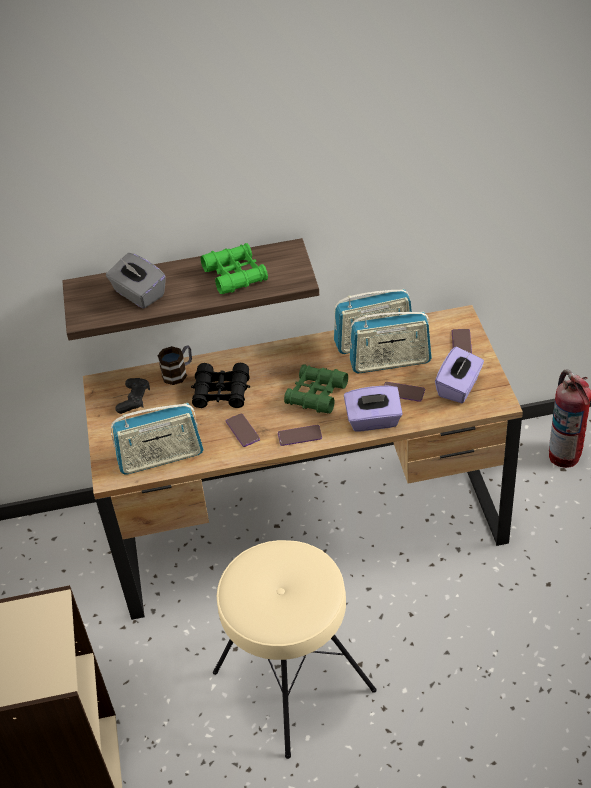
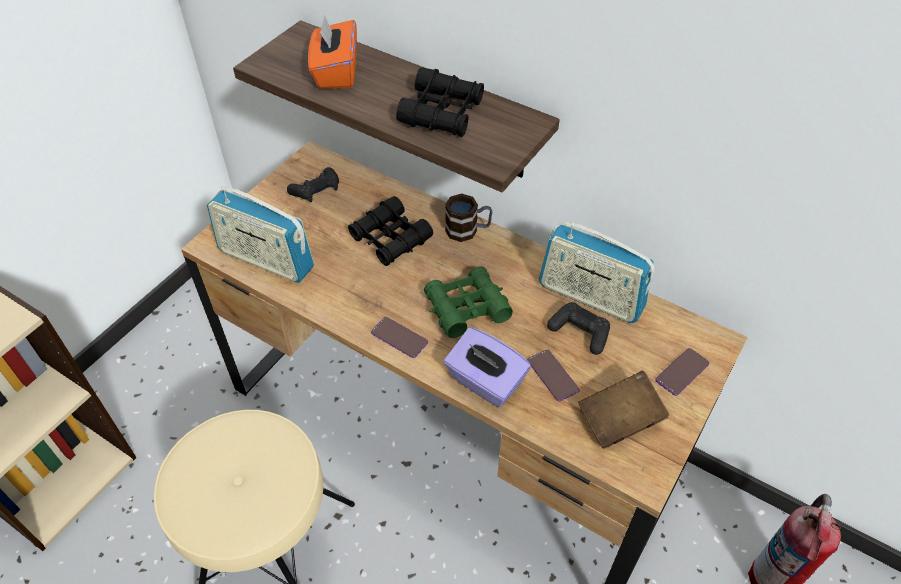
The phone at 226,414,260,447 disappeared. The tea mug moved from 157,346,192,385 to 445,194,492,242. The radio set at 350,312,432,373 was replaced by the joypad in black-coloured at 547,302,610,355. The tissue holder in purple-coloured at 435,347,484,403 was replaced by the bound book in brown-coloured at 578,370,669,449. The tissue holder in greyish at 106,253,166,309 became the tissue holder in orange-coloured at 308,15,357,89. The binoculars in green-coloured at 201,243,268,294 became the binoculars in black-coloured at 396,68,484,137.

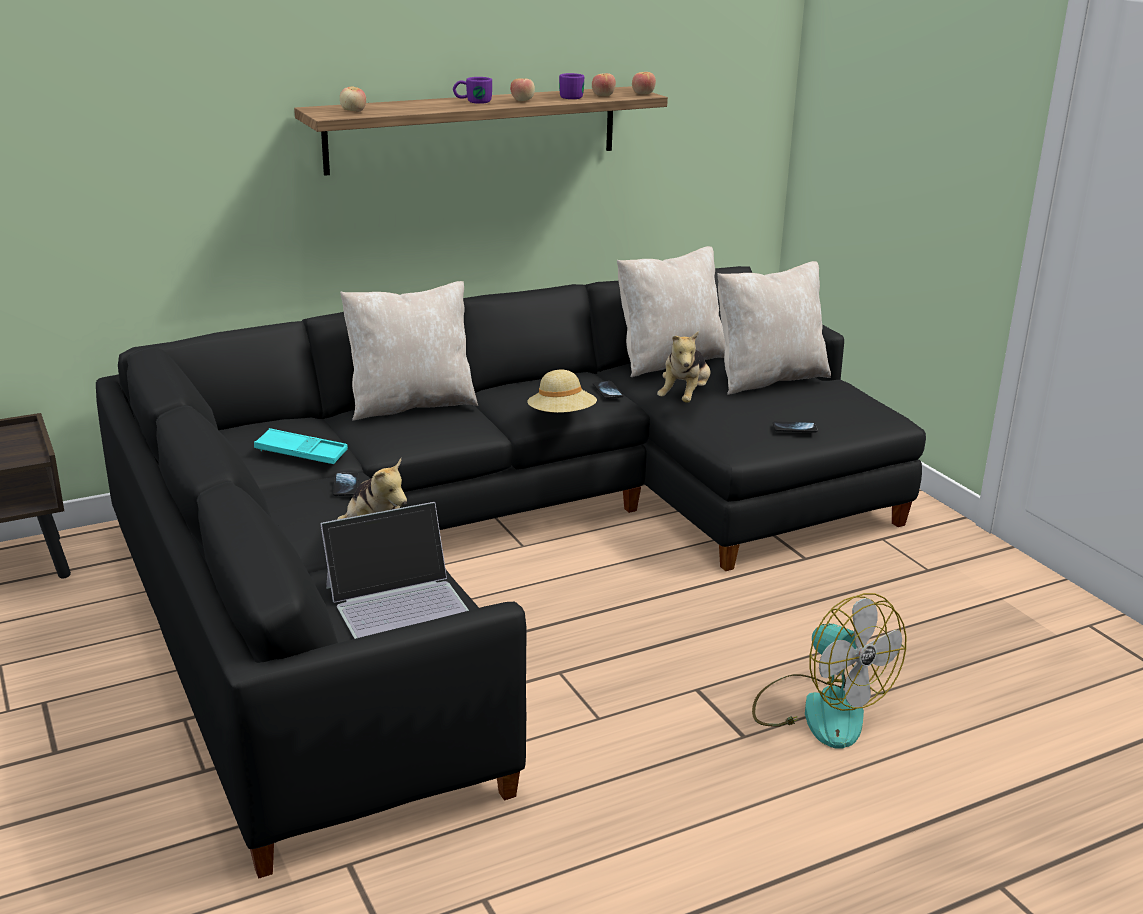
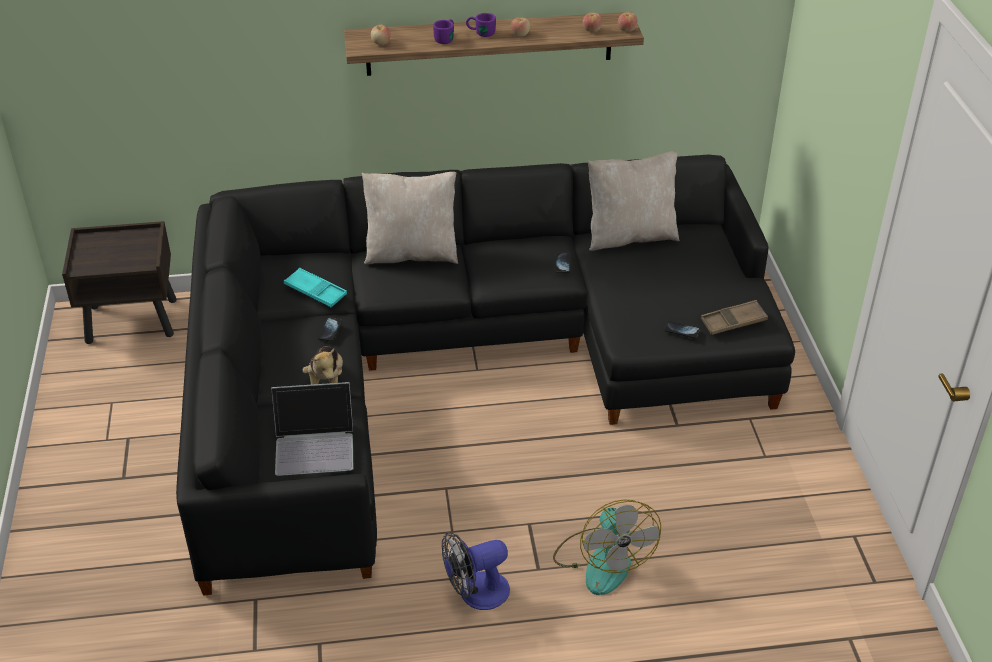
The wearable hat in sand-coloured at 527,370,597,413 disappeared. The plush toy at 657,331,710,403 disappeared. The cushion in sand-coloured at 718,261,831,395 disappeared. The cooling fan at 442,532,510,610 appeared. The serving tray in brown-coloured at 701,300,768,335 appeared. The tea mug in purple-coloured moved from 559,73,584,99 to 433,19,454,44.

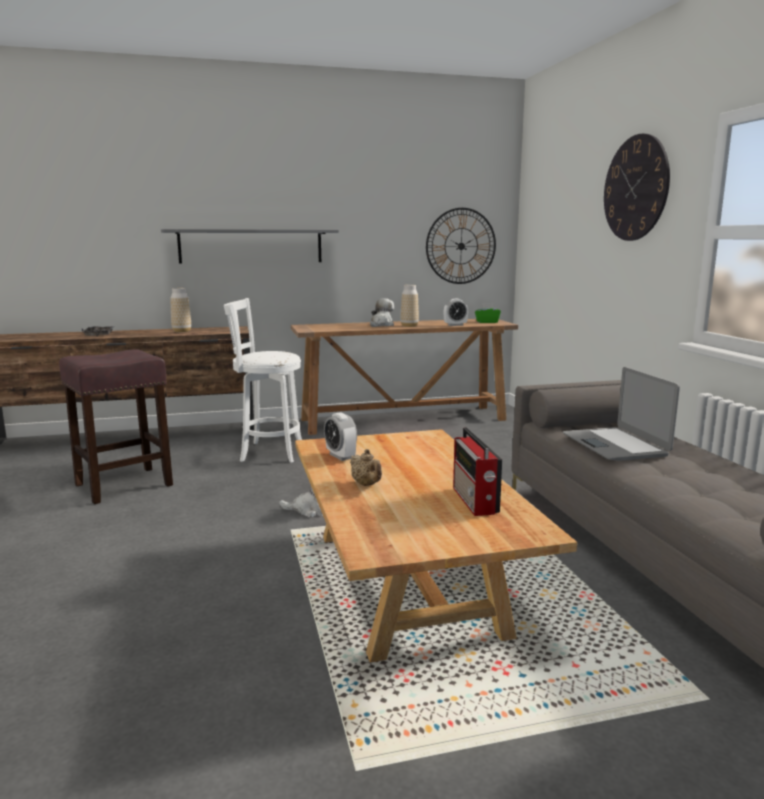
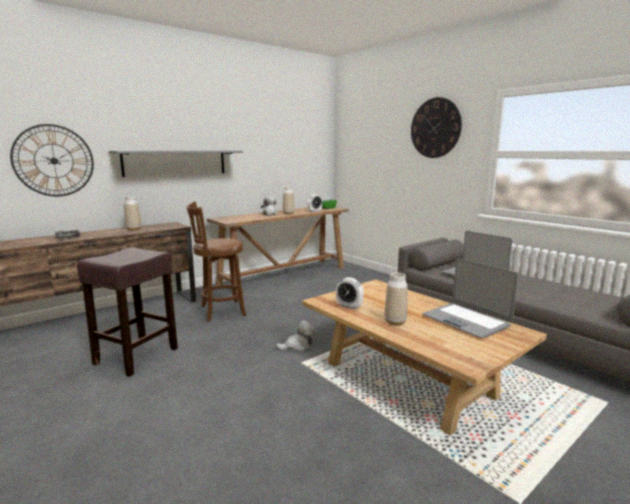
The hanging clock moved from 426,208,496,284 to 10,124,94,197. The tea pot in sand-coloured at 350,449,382,486 was replaced by the decorative vase at 384,273,408,326. The radio set at 453,427,502,516 was replaced by the notebook computer at 422,258,519,338. The sitting stool in white-coloured at 224,298,302,463 became the sitting stool in brown-coloured at 186,201,247,322.

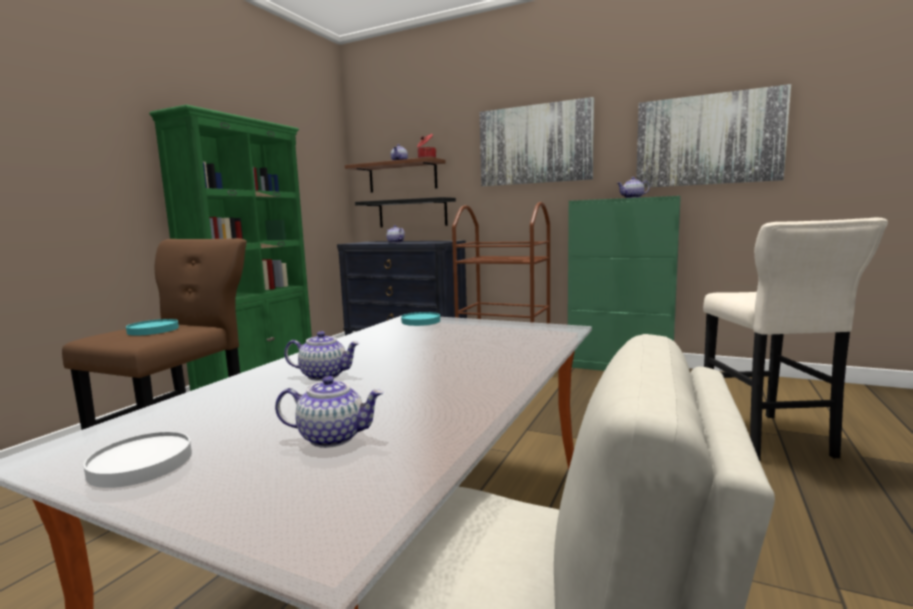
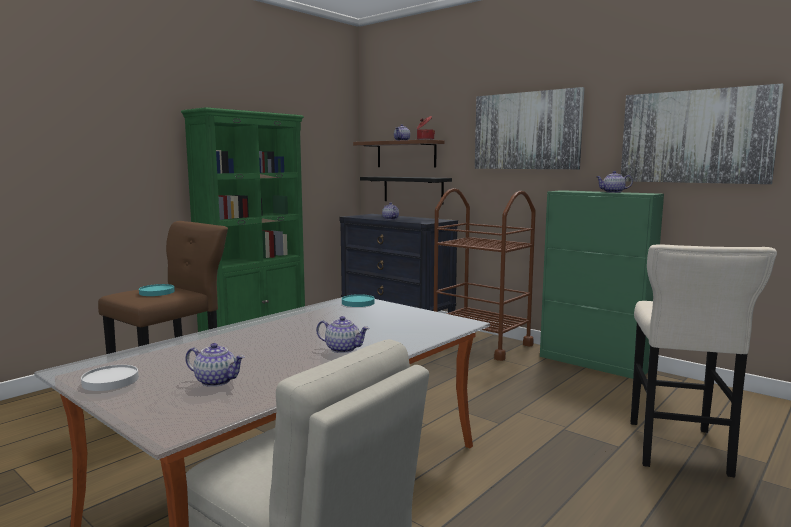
The tea pot moved from 284,331,360,381 to 316,316,369,353.

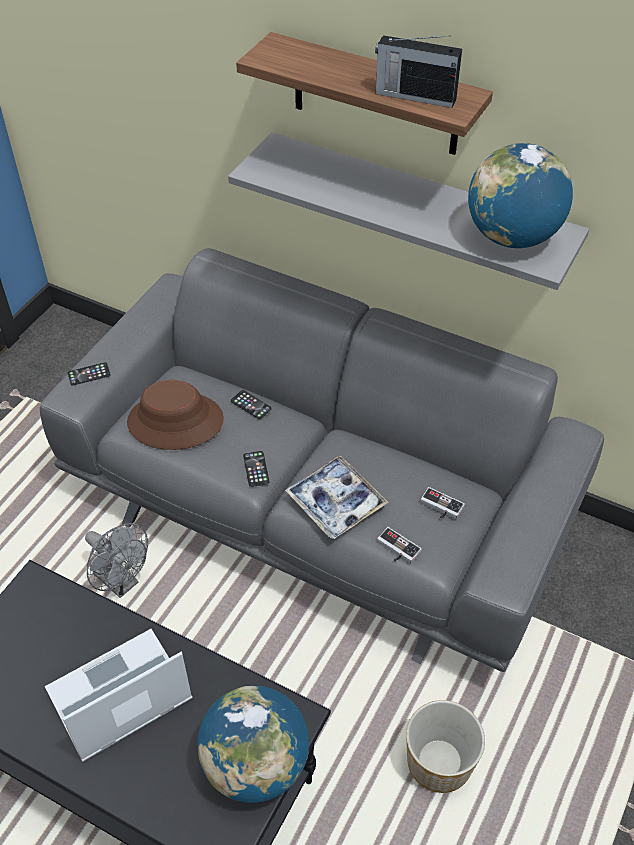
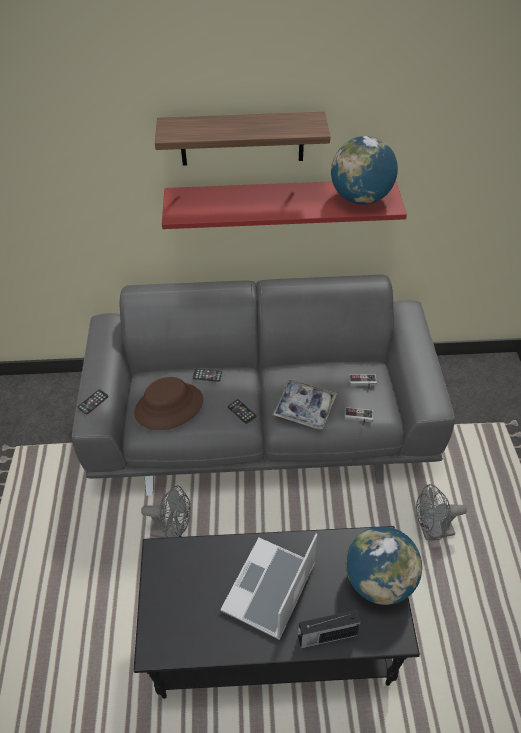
The radio set moved from 375,35,462,108 to 297,610,361,649. The flower pot at 406,700,485,793 was replaced by the cooling fan in greyish at 416,484,467,540. The wall shelf in greyish at 228,132,589,290 became the wall shelf in red at 162,181,407,229.

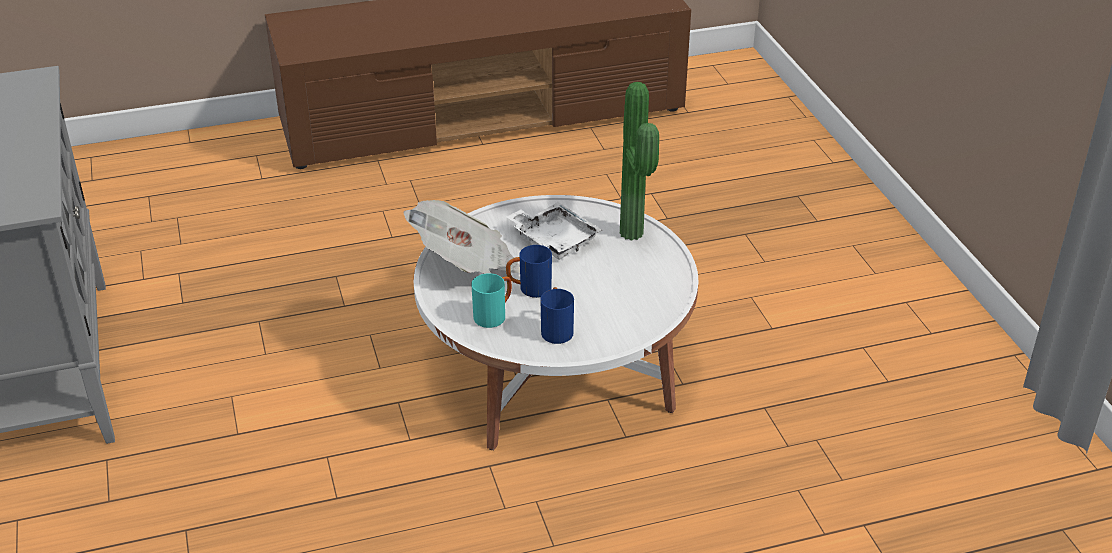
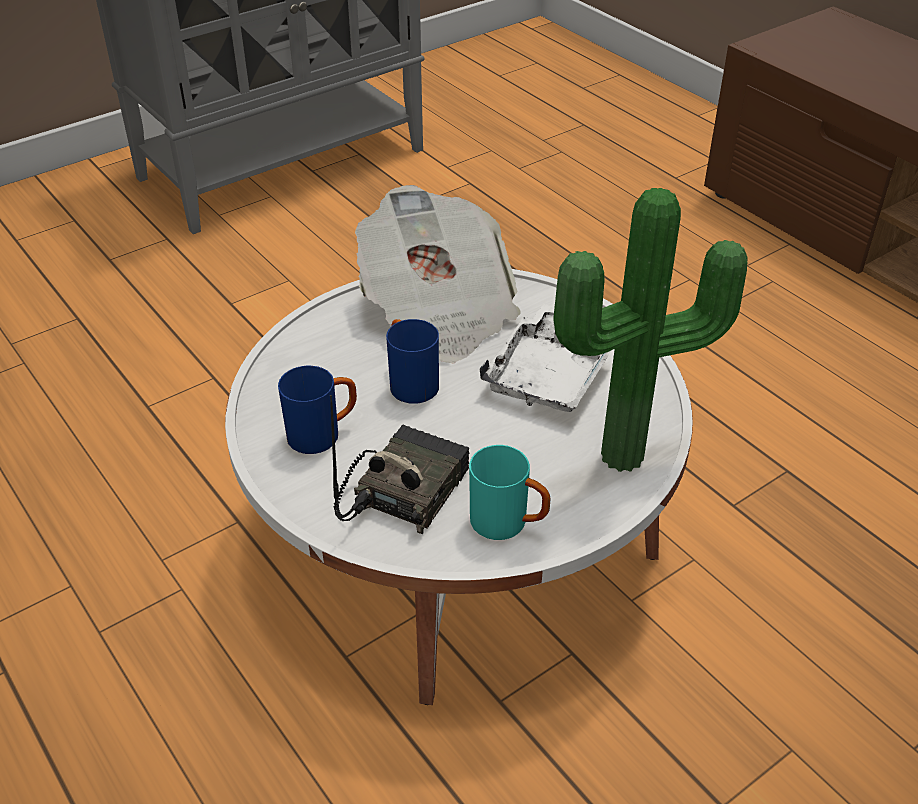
The radio set at 330,395,469,534 appeared. The tea mug in turquoise moved from 471,273,512,328 to 469,445,550,540.

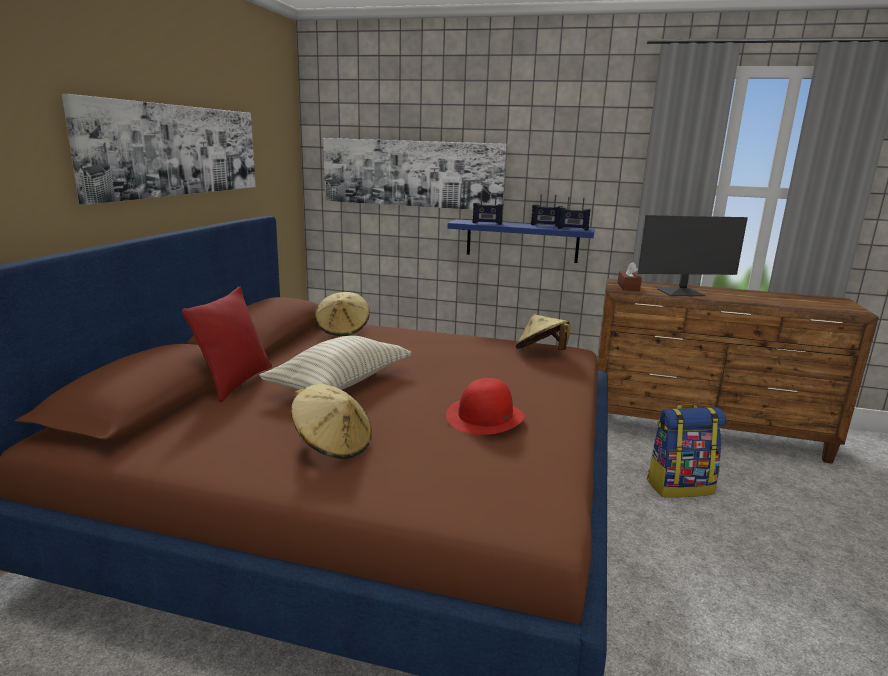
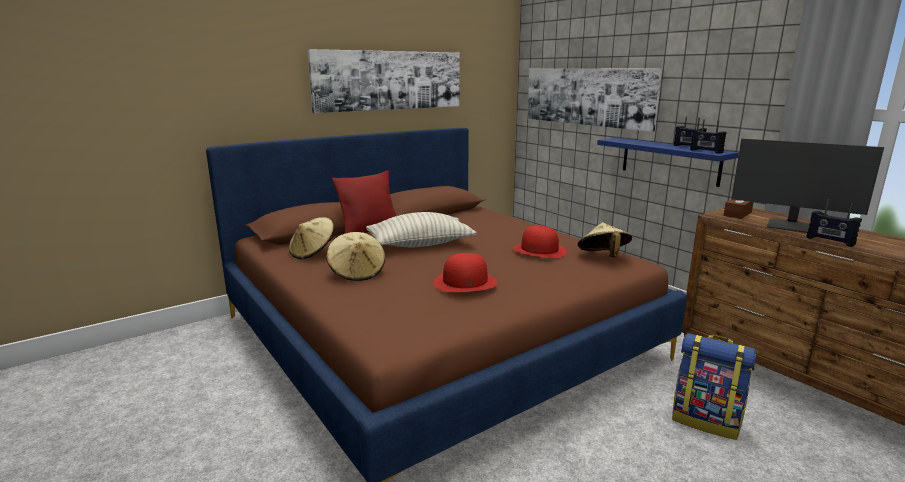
The wearable hat in red at 513,225,567,258 appeared. The wearable hat in sand-coloured moved from 315,292,370,336 to 289,217,334,259. The radio set moved from 473,192,503,225 to 806,199,862,247.

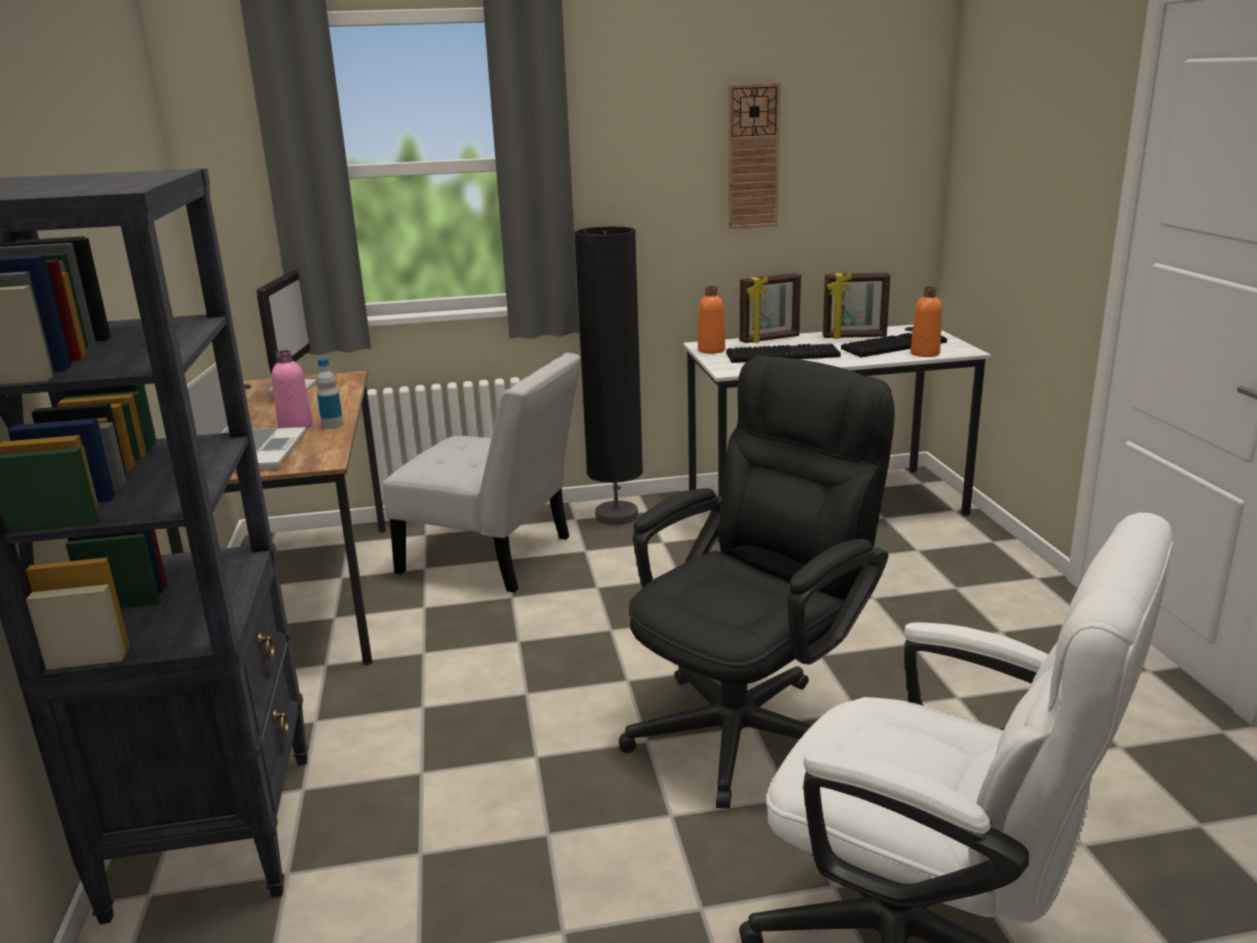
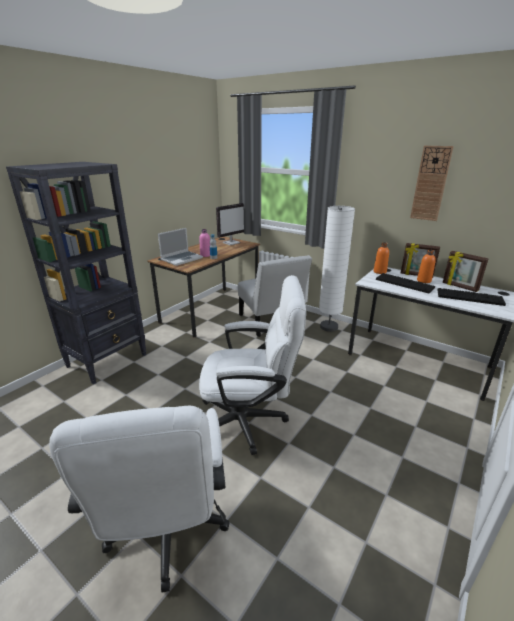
The beverage bottle in orange-coloured moved from 911,287,942,357 to 417,250,436,283. The standard lamp in black-coloured at 574,226,643,525 became the standard lamp in white-coloured at 319,206,355,332. The office chair in black-coloured at 619,356,895,809 became the office chair in white-coloured at 199,275,306,455.

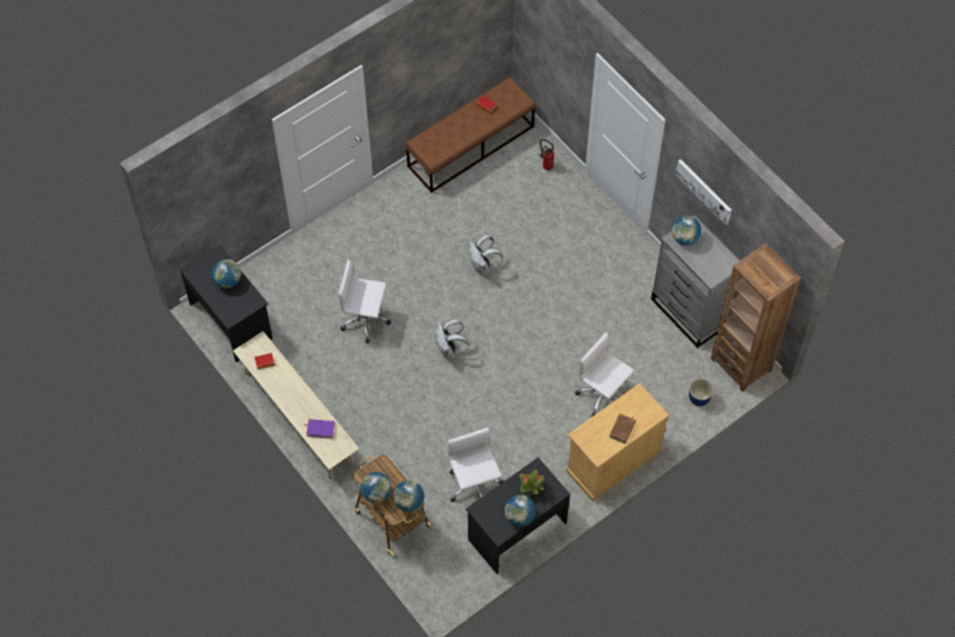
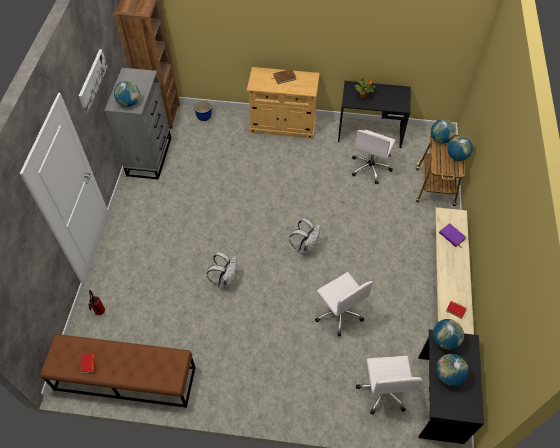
The desk globe moved from 504,495,536,526 to 433,319,464,350. The office chair in white-coloured moved from 575,332,634,417 to 356,356,422,415.

